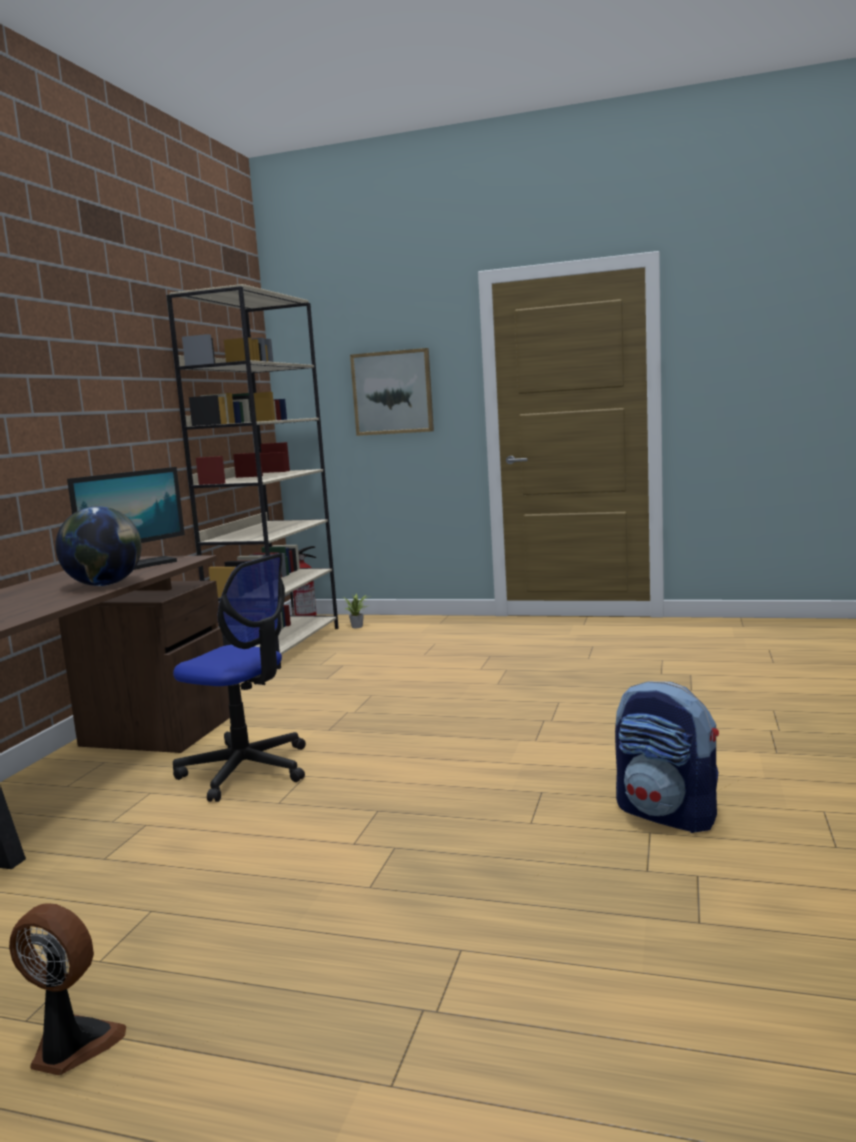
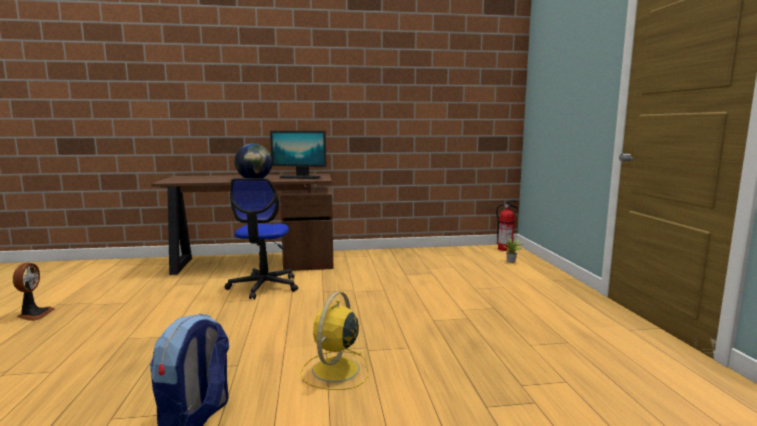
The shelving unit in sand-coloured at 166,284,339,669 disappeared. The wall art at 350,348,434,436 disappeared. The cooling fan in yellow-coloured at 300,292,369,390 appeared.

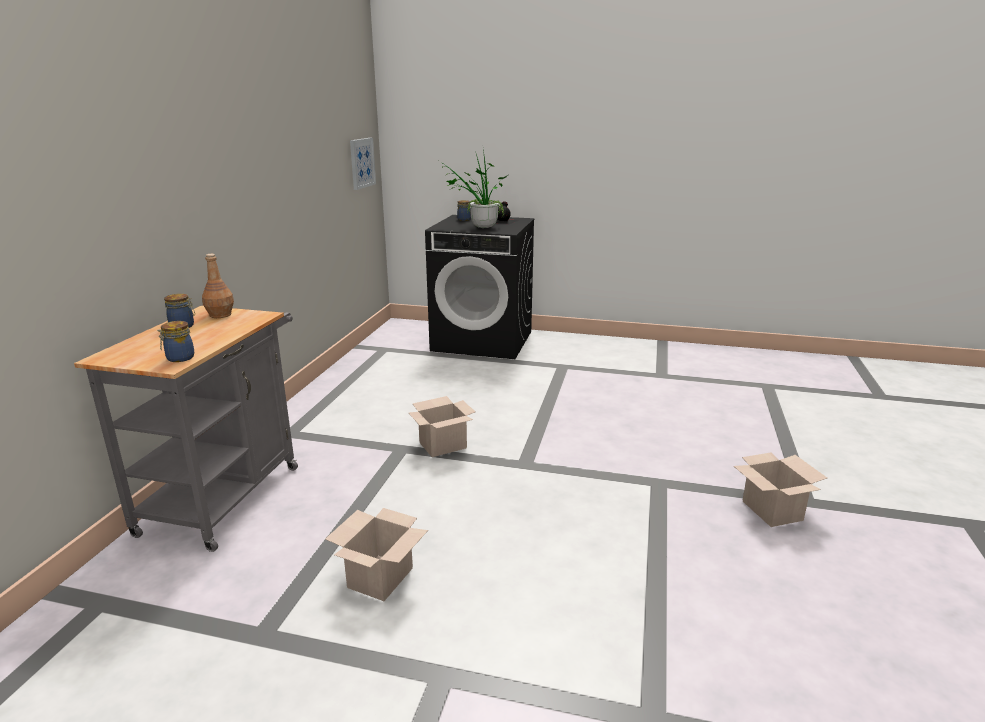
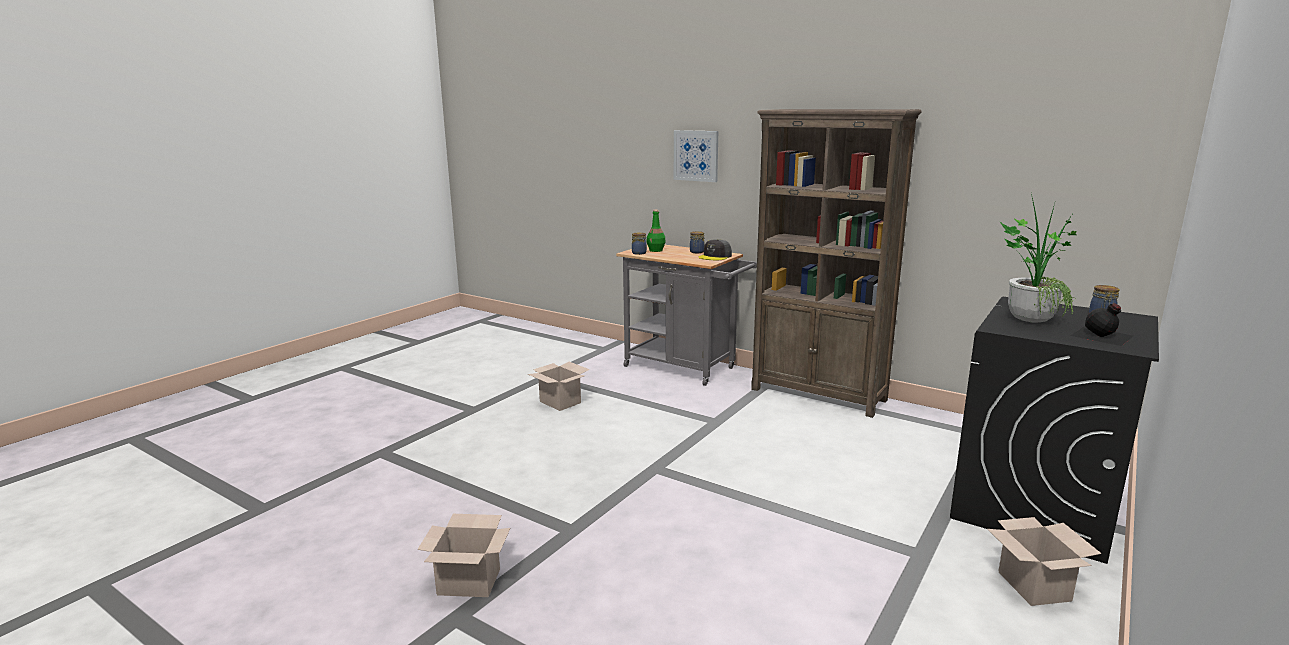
The beverage bottle in green-coloured at 647,210,665,252 appeared. The shelving unit in brown-coloured at 751,109,922,418 appeared. The wall art moved from 350,138,376,190 to 674,130,718,182. The packing box moved from 408,396,475,457 to 987,517,1102,606. The beverage bottle in brown-coloured at 202,254,234,318 was replaced by the peaked cap in greyish at 699,239,732,260.

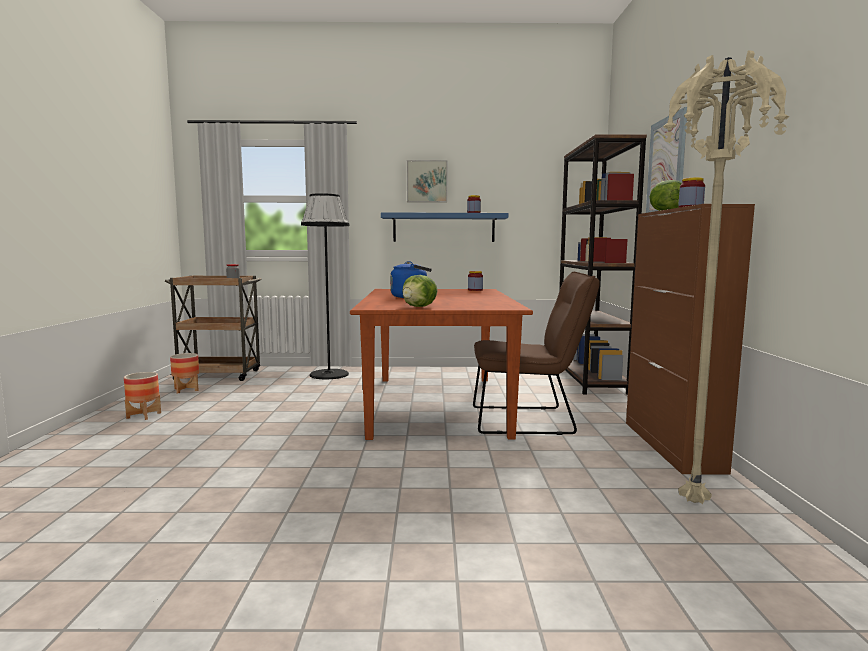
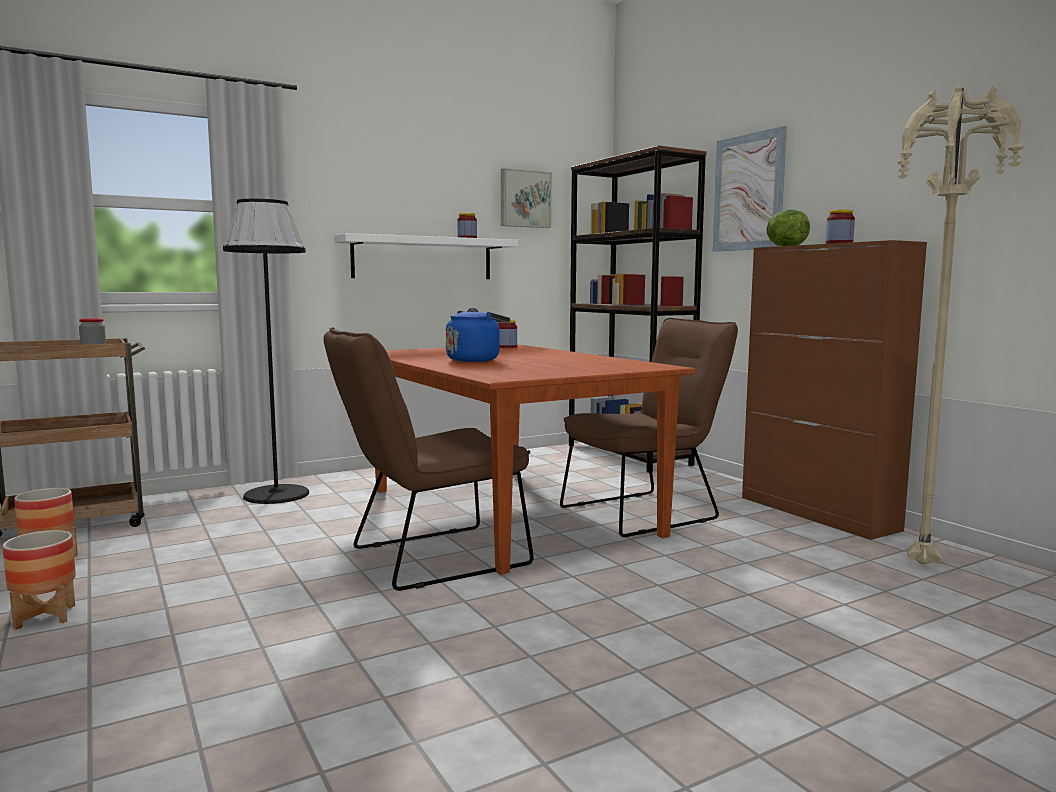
The lettuce head at 402,275,438,307 disappeared. The chair in brown-coloured at 324,327,534,591 appeared. The wall art moved from 407,160,448,202 to 501,168,552,228. The wall shelf in bluish at 381,212,508,242 became the wall shelf in white-coloured at 334,233,518,279.

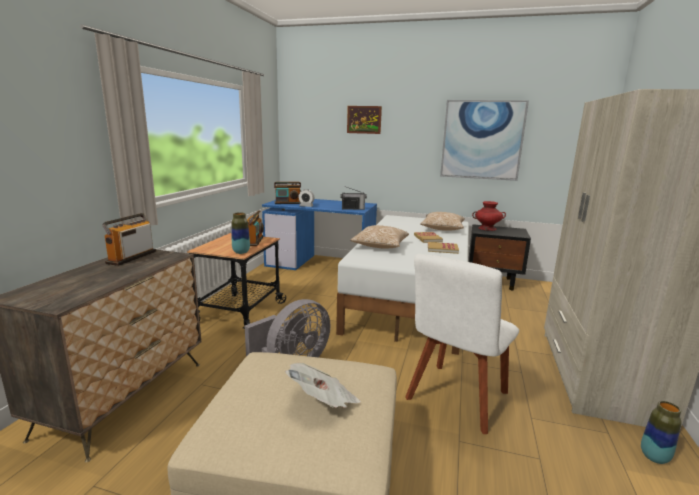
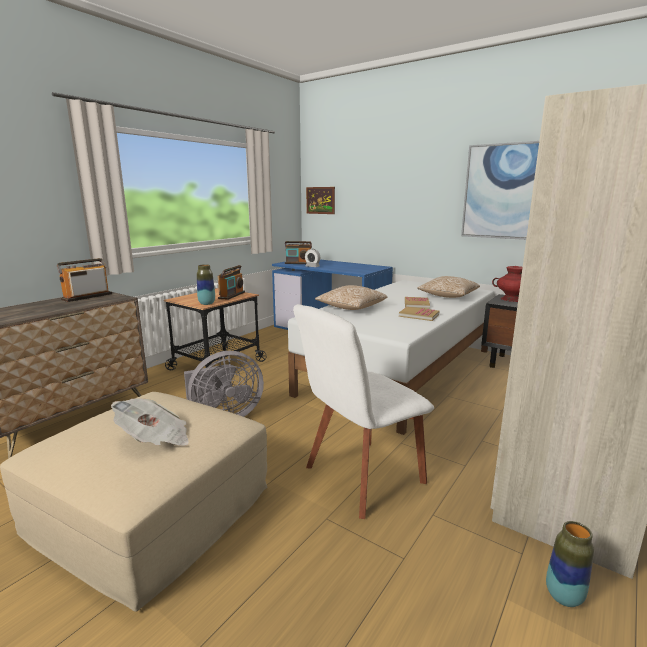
The radio set at 340,187,367,210 disappeared. The wall art moved from 347,106,382,134 to 306,187,335,214.

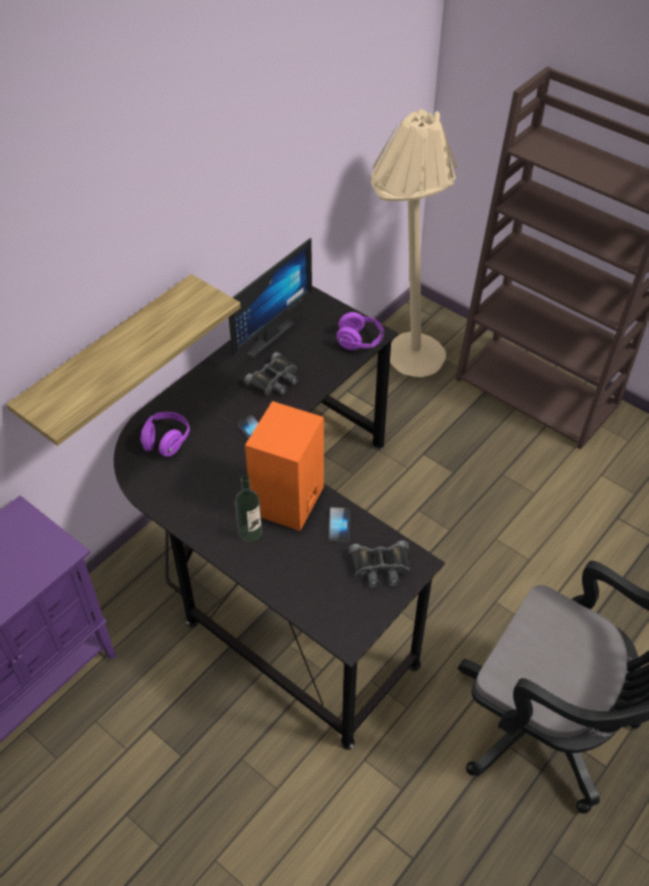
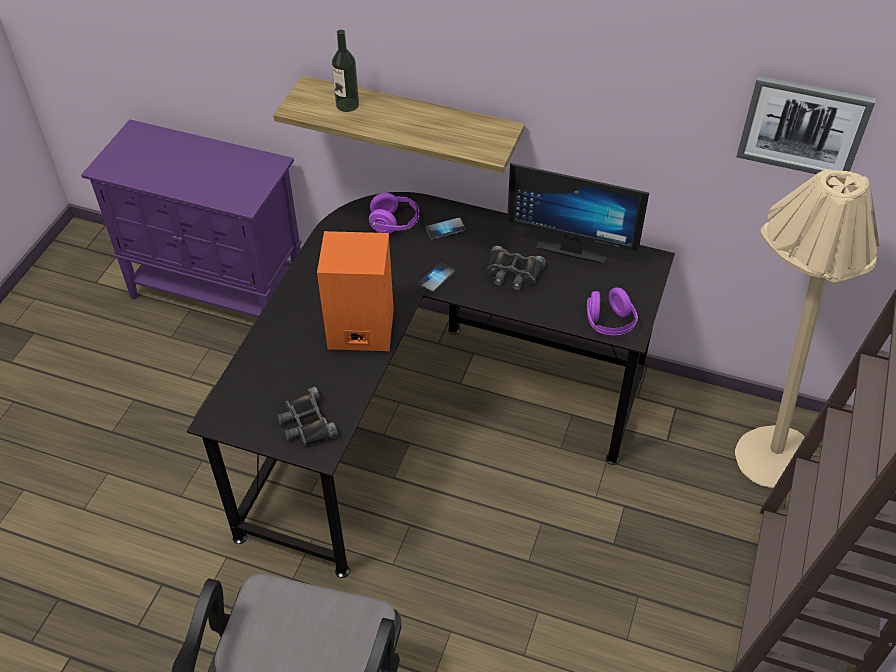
The wall art at 736,75,876,174 appeared. The beverage bottle moved from 235,475,262,542 to 332,29,359,112. The phone moved from 329,507,350,542 to 426,218,466,239.

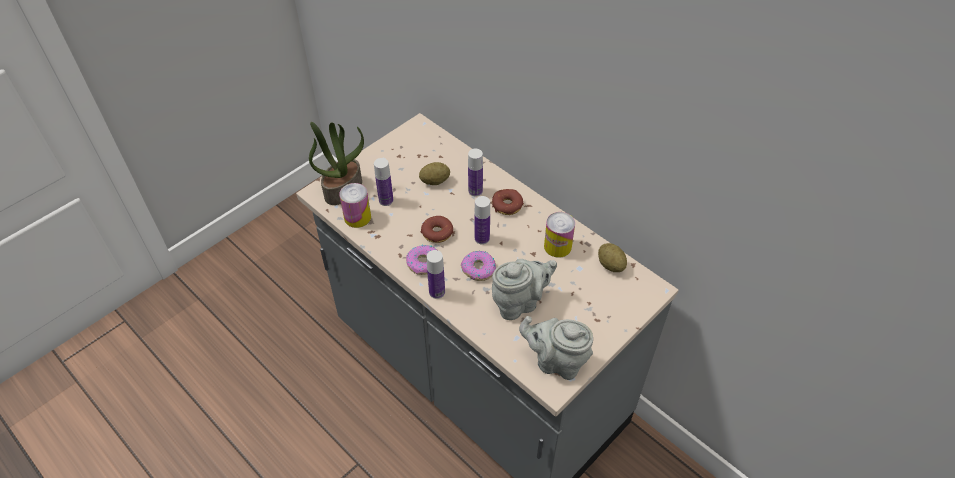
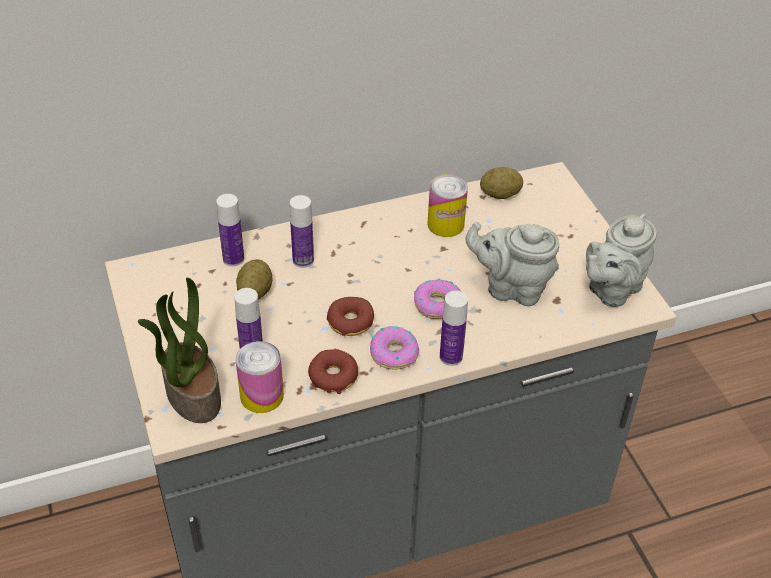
The beverage bottle moved from 474,196,490,245 to 216,194,244,266. The donut moved from 492,189,524,215 to 308,350,358,394. The tea pot in greyish at 492,259,557,320 turned 75 degrees counterclockwise.

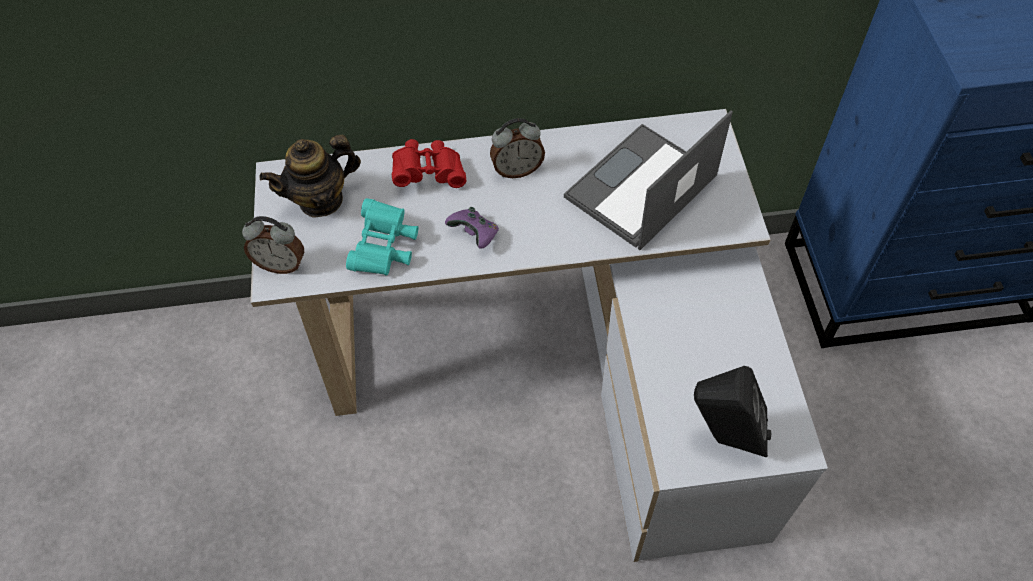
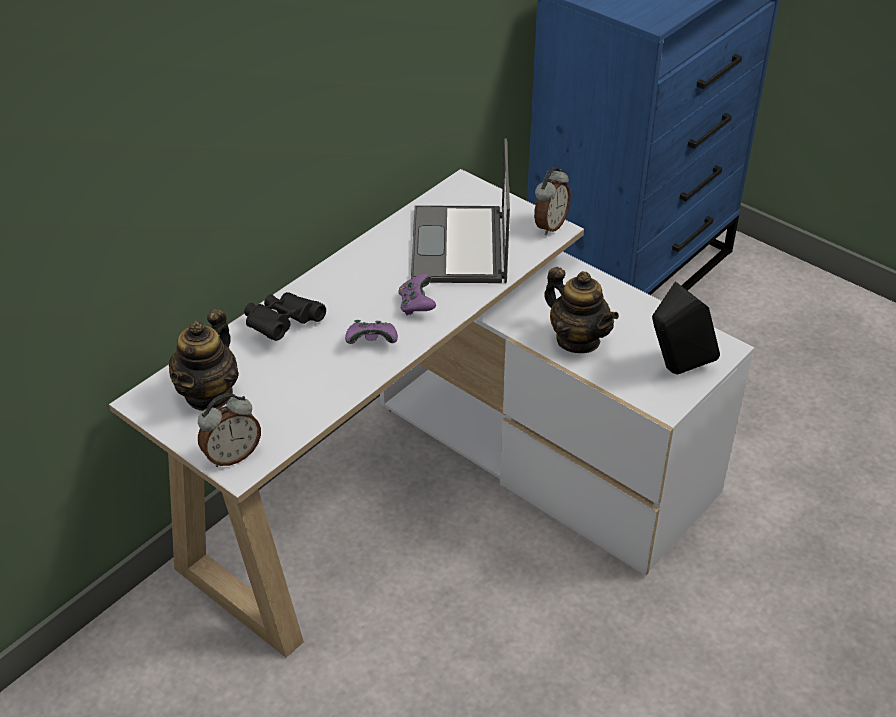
The binoculars in turquoise at 346,198,418,276 disappeared. The joypad in purple-coloured at 398,274,436,315 appeared. The tea pot at 544,267,619,353 appeared. The alarm clock moved from 490,118,545,178 to 534,167,571,235. The binoculars in red at 392,139,466,188 became the binoculars in black-coloured at 244,292,326,341.

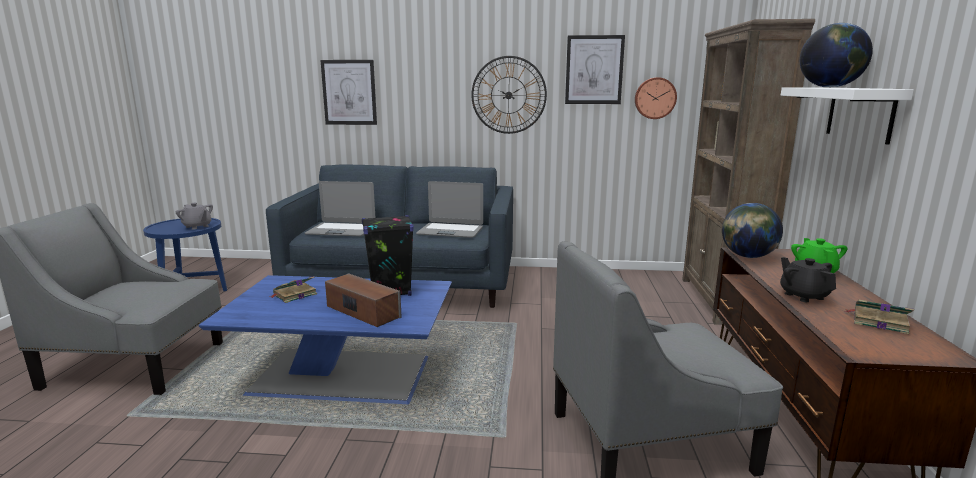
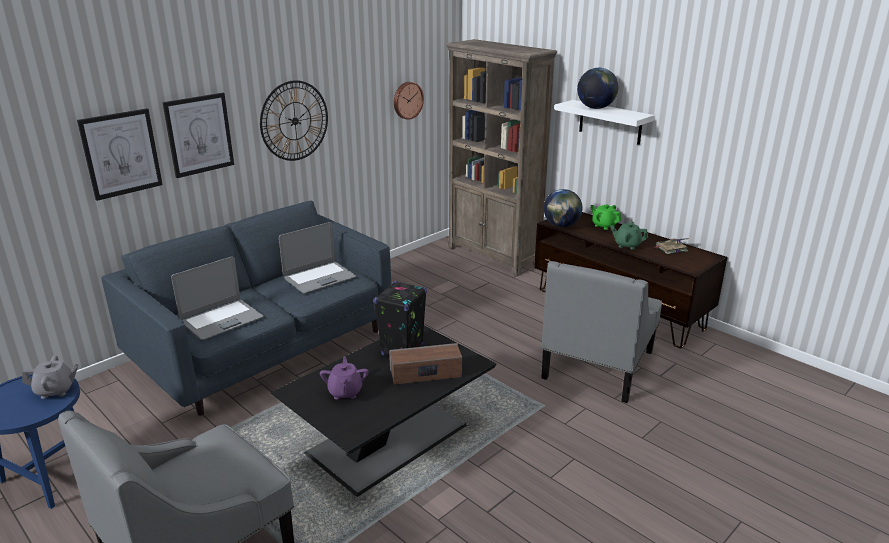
The wall art moved from 565,35,625,104 to 162,93,234,178. The bound book at 269,276,317,303 was replaced by the tea pot in purple-coloured at 320,357,368,399. The coffee table in bluish at 199,275,452,404 became the coffee table in black-coloured at 271,326,497,497. The tea pot in black-coloured at 780,257,836,302 became the tea pot in green-coloured at 610,222,648,250.

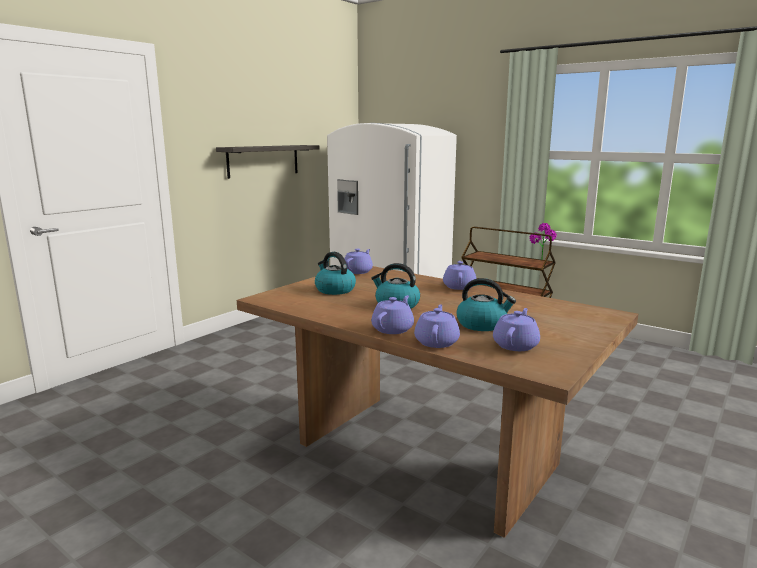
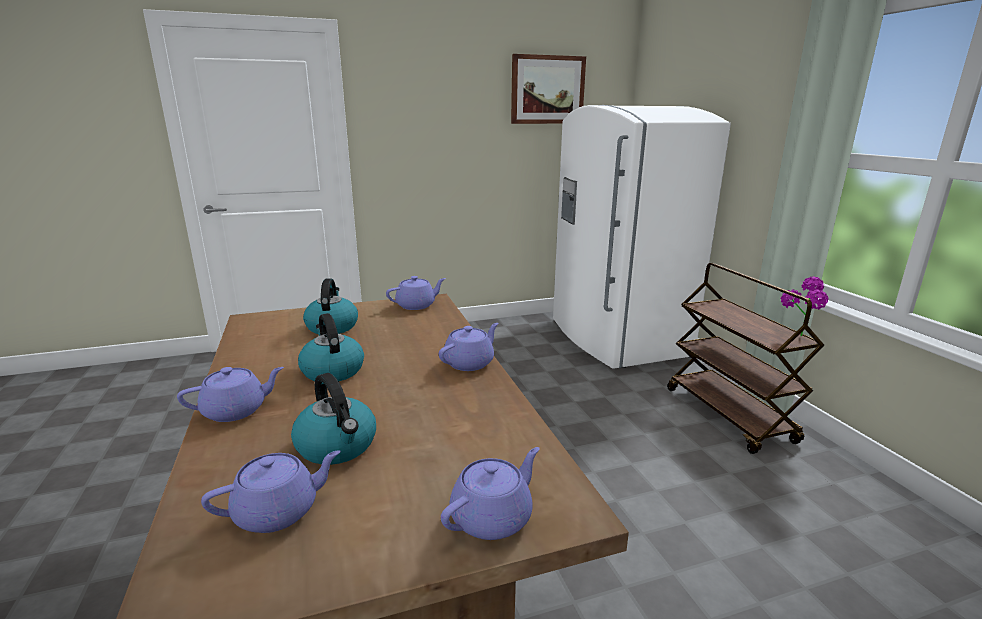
The wall shelf at 216,145,320,179 disappeared. The wall art at 511,54,586,124 appeared. The tea pot in purple-coloured moved from 414,304,460,348 to 441,447,540,540.

